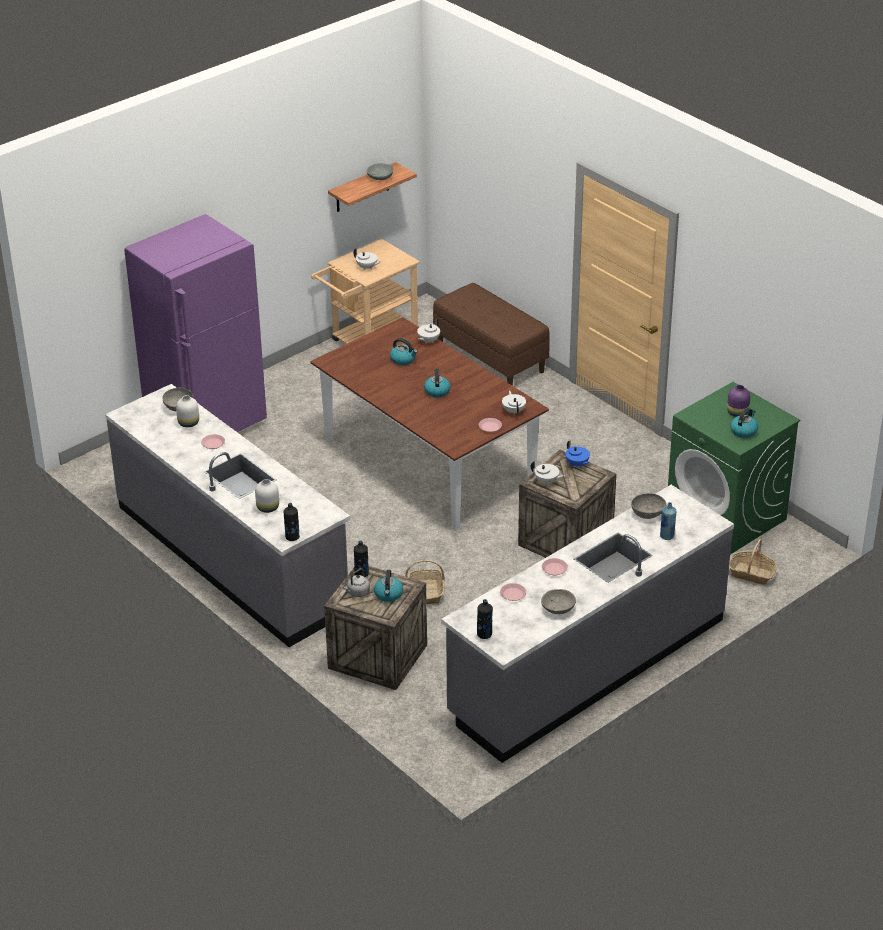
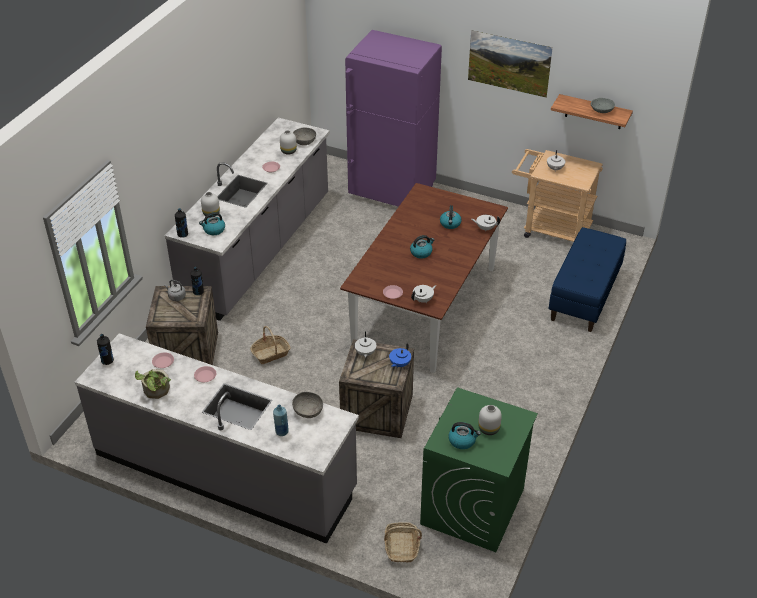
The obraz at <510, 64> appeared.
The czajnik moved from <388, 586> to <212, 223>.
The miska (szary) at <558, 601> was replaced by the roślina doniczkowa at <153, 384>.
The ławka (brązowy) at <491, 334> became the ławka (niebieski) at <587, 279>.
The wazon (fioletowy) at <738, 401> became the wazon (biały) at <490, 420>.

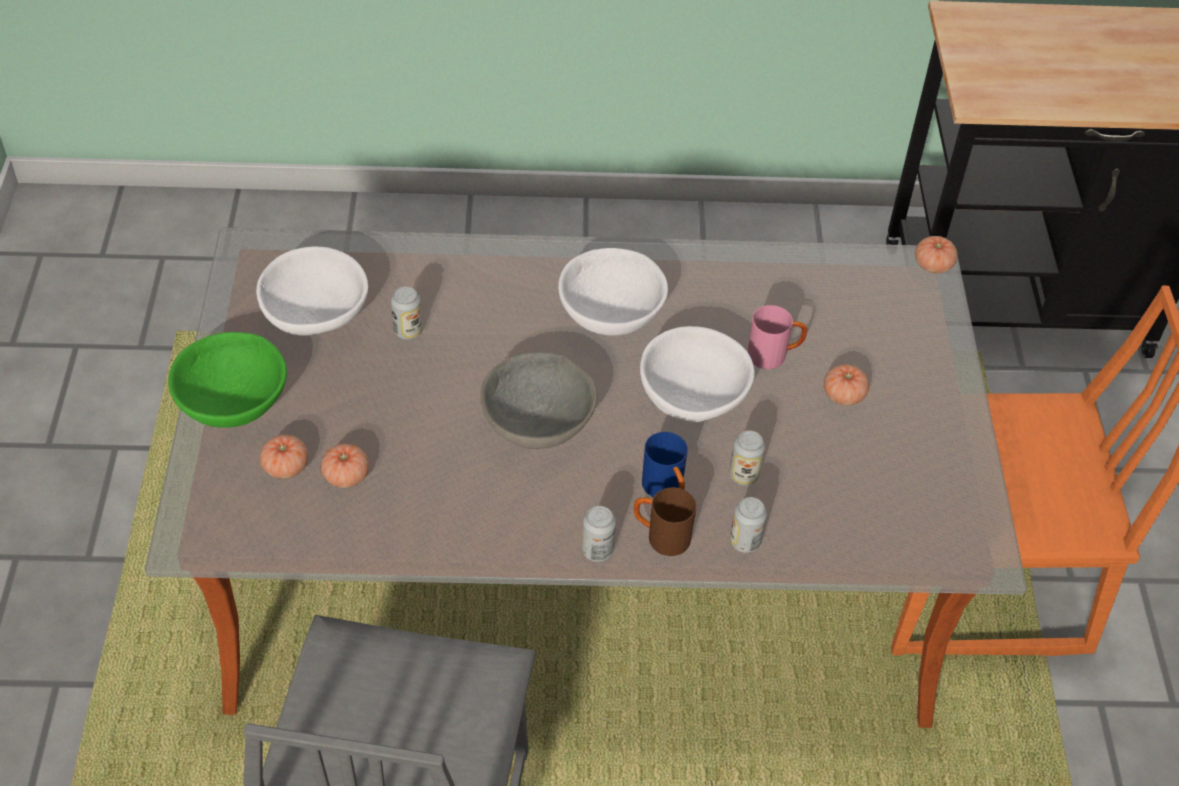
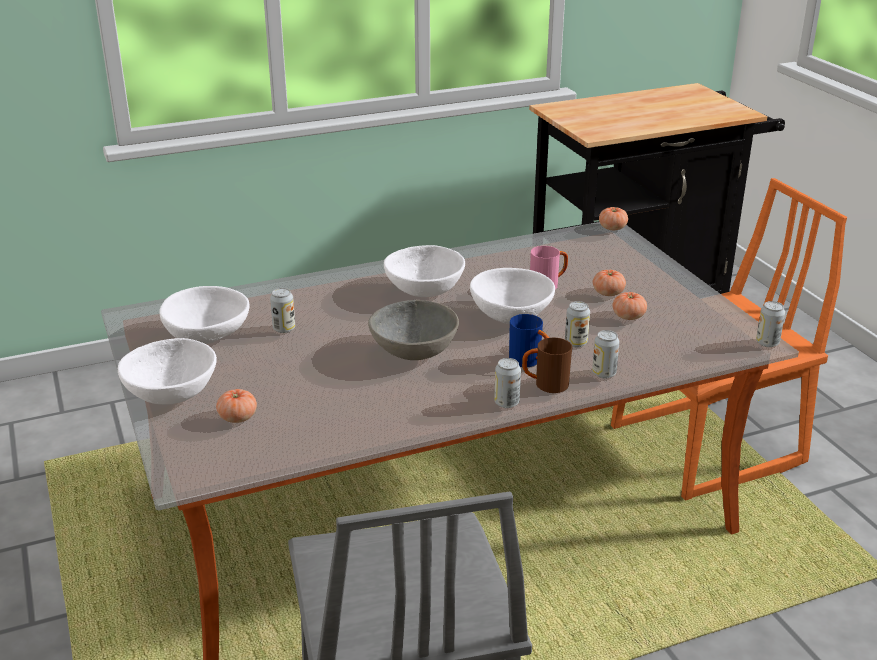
The puszka at <770, 324> appeared.
The pomidor moved from <345, 466> to <629, 306>.
The miska (zielony) at <227, 380> became the miska (biały) at <167, 371>.

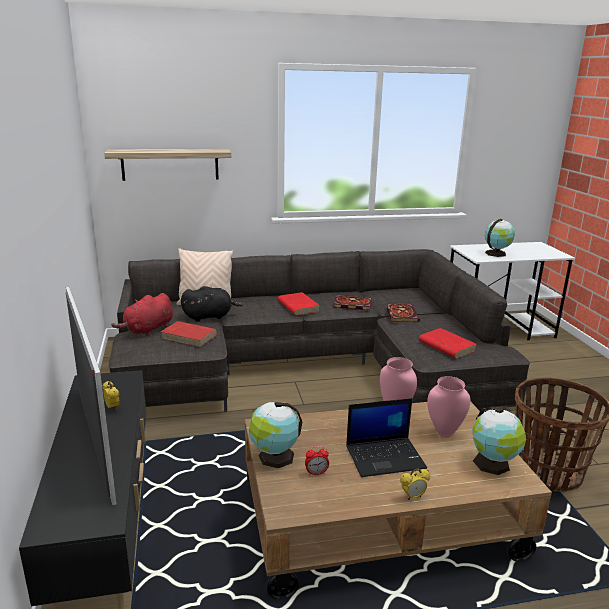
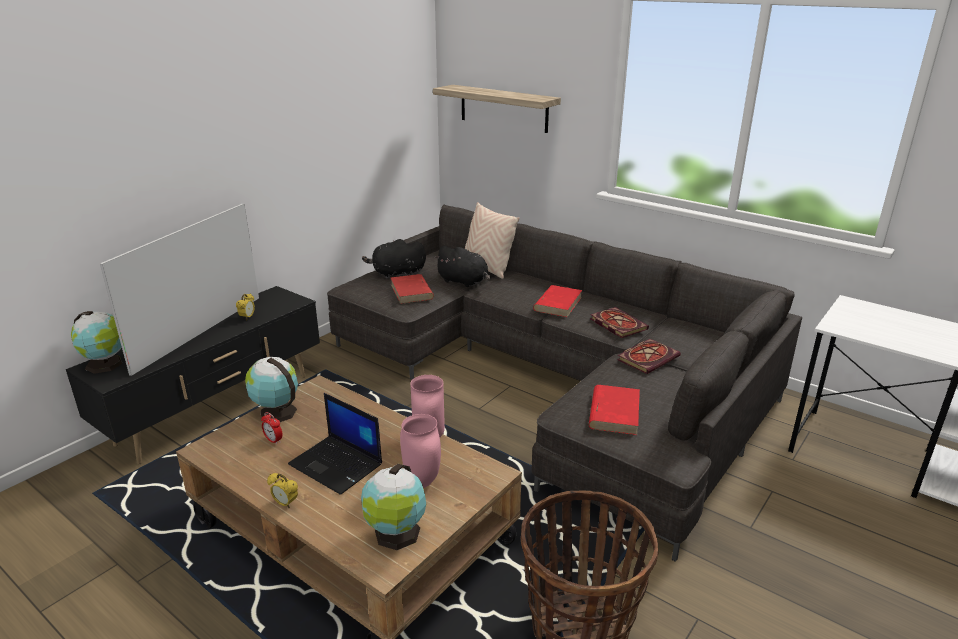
The globus moved from <500, 238> to <97, 342>.
The pluszak (czerwony) at <142, 314> became the pluszak (czarny) at <394, 259>.

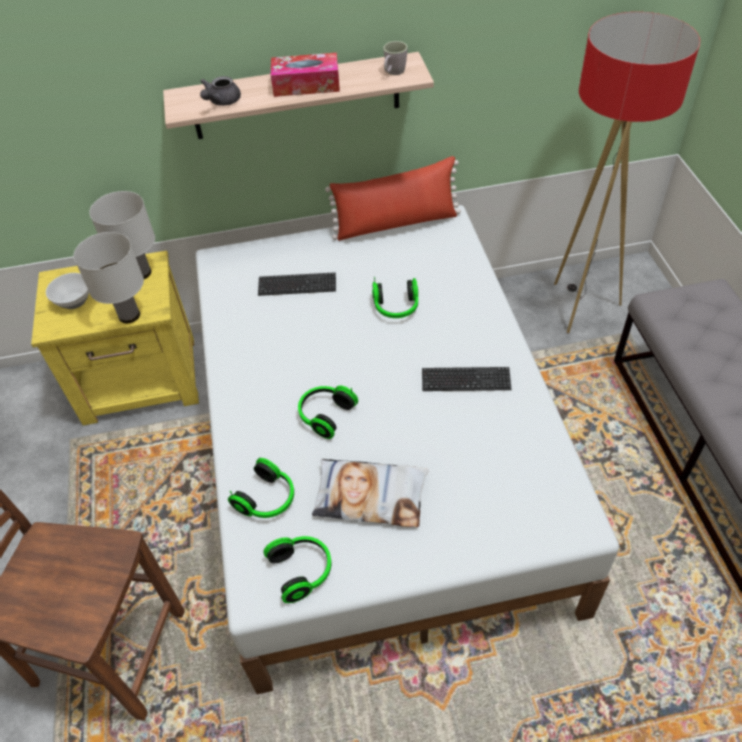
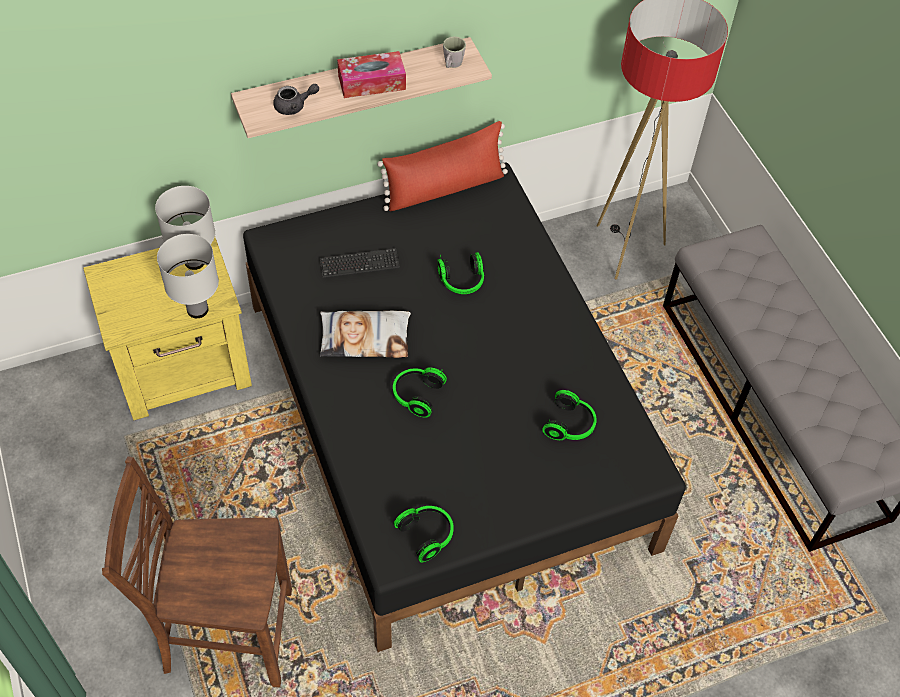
The miska at <67, 291> disappeared.
The klawiatura at <467, 379> disappeared.
The słuchawki moved from <261, 488> to <569, 415>.
The poduszka moved from <370, 493> to <365, 334>.
The łóżko (biały) at <407, 449> became the łóżko (czarny) at <464, 407>.
The imbryk (szary) at <220, 91> turned 120 degrees counterclockwise.

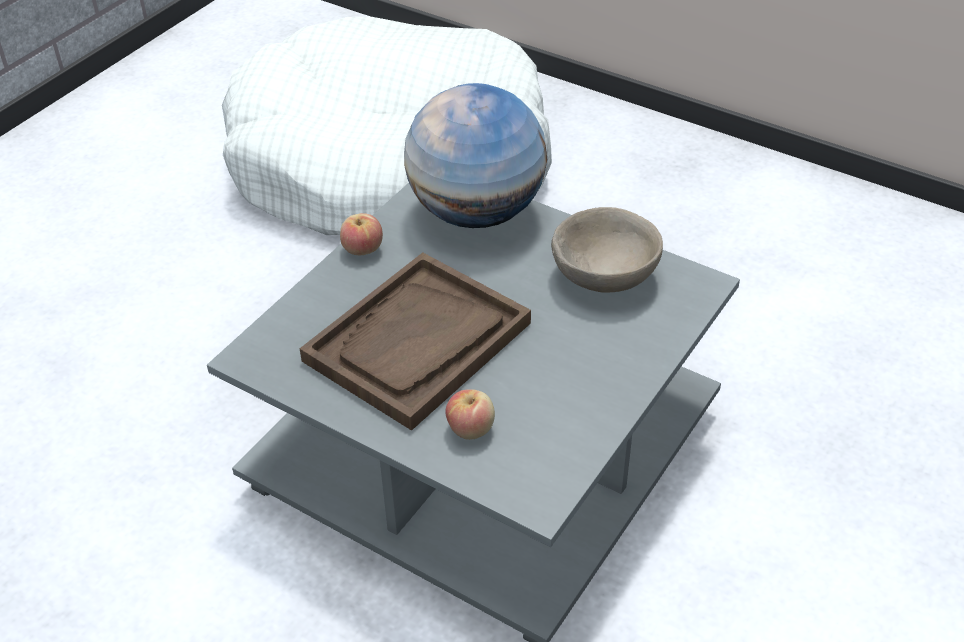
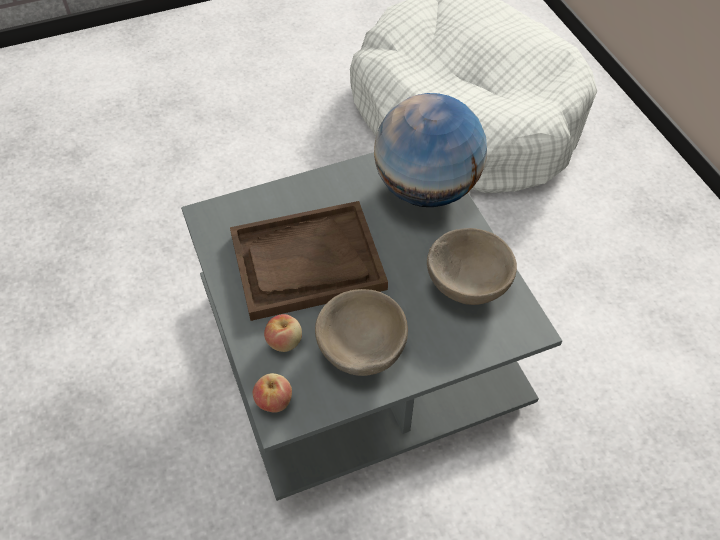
The miska (beżowy) at <361, 332> appeared.
The jabłko moved from <361, 234> to <272, 393>.

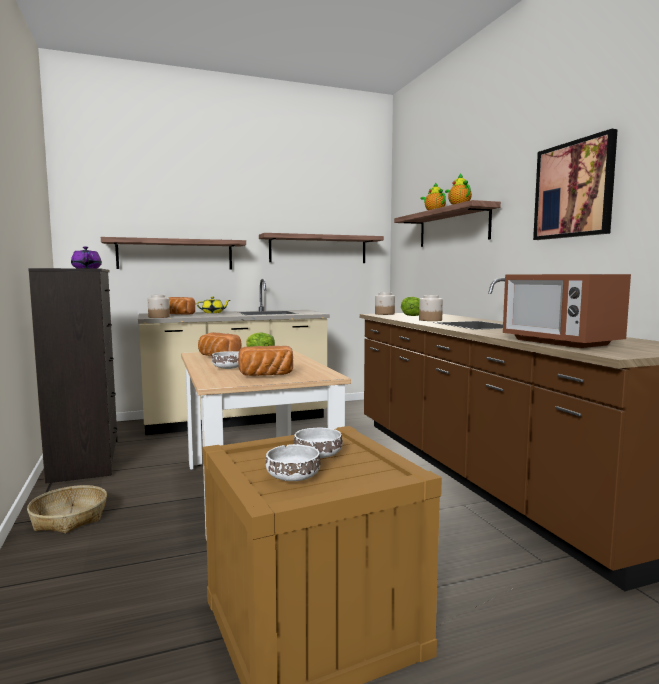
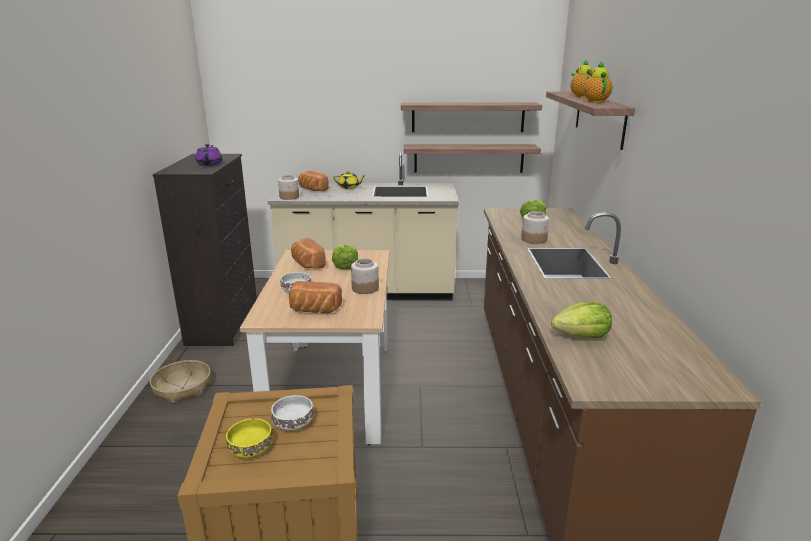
The obraz at <575, 184> disappeared.
The półka moved from <173, 253> to <472, 158>.
The słoik moved from <385, 303> to <365, 276>.
The mikrofalówka at <567, 311> was replaced by the sałata at <581, 320>.
The miska (biały) at <293, 462> became the miska (żółty) at <249, 438>.

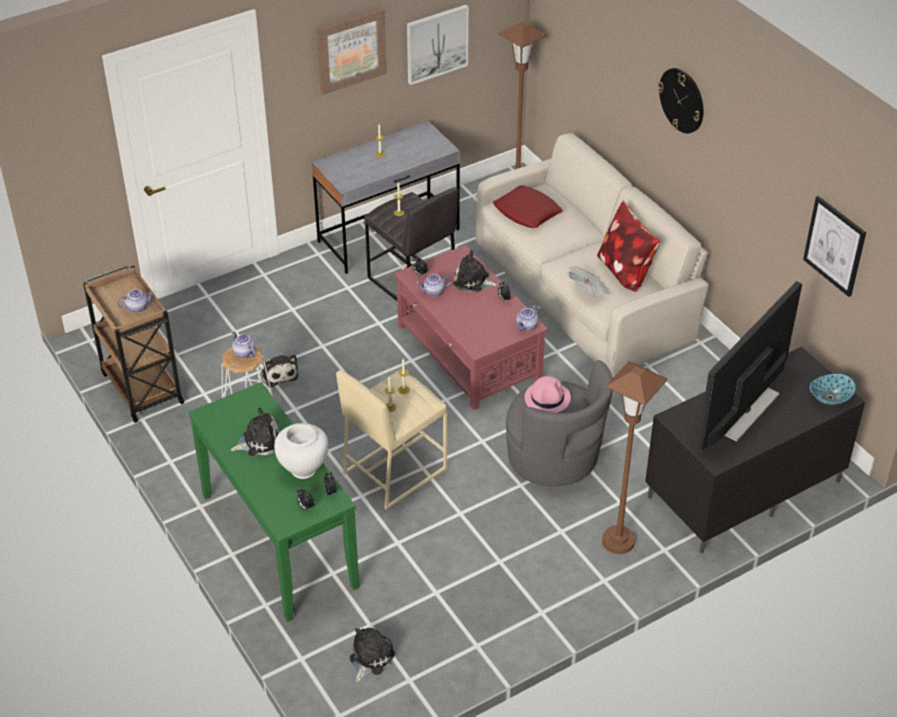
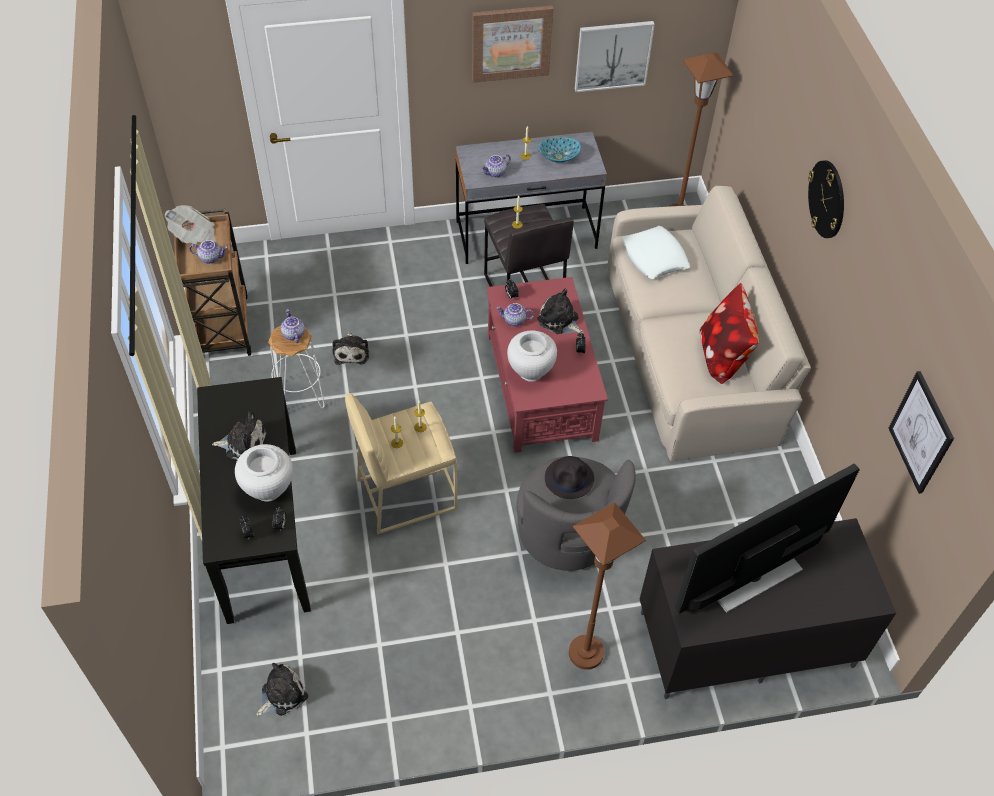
The wazon (biały) at <532, 356> appeared.
The imbryk moved from <527, 318> to <496, 166>.
The gazeta moved from <589, 281> to <190, 225>.
The miska moved from <833, 389> to <560, 150>.
The stolik konsolowy (zielony) at <273, 502> became the stolik konsolowy (czarny) at <254, 500>.
The poduszka (czerwony) at <528, 207> became the poduszka (biały) at <656, 252>.
The kapelusz (różowy) at <548, 394> became the kapelusz (czarny) at <569, 477>.

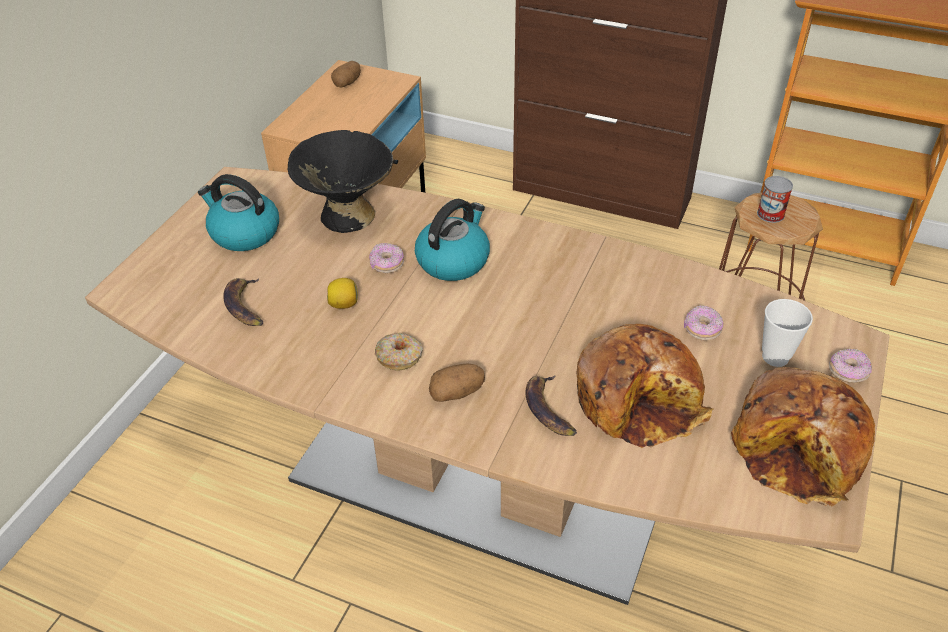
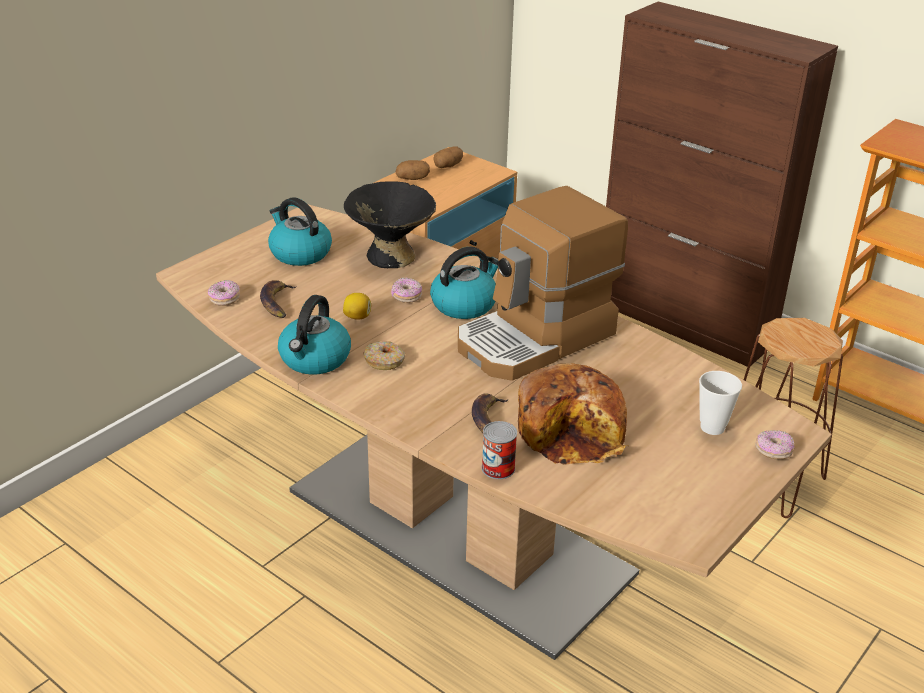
The chleb at <803, 436> disappeared.
The czajnik at <314, 335> appeared.
The ekspres do kawy at <543, 283> appeared.
The ziemniak moved from <457, 382> to <412, 170>.
The donut moved from <703, 323> to <224, 293>.
The puszka moved from <775, 199> to <499, 450>.

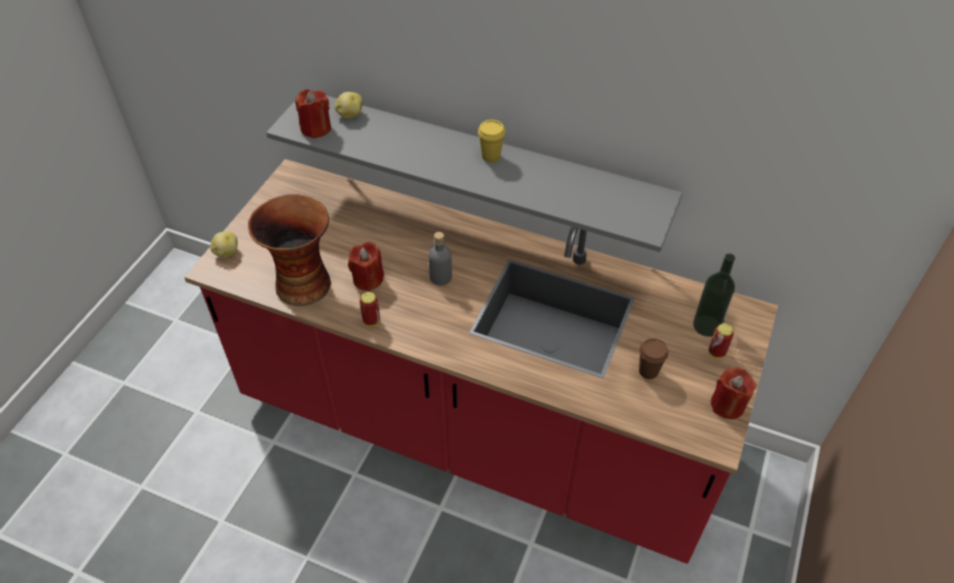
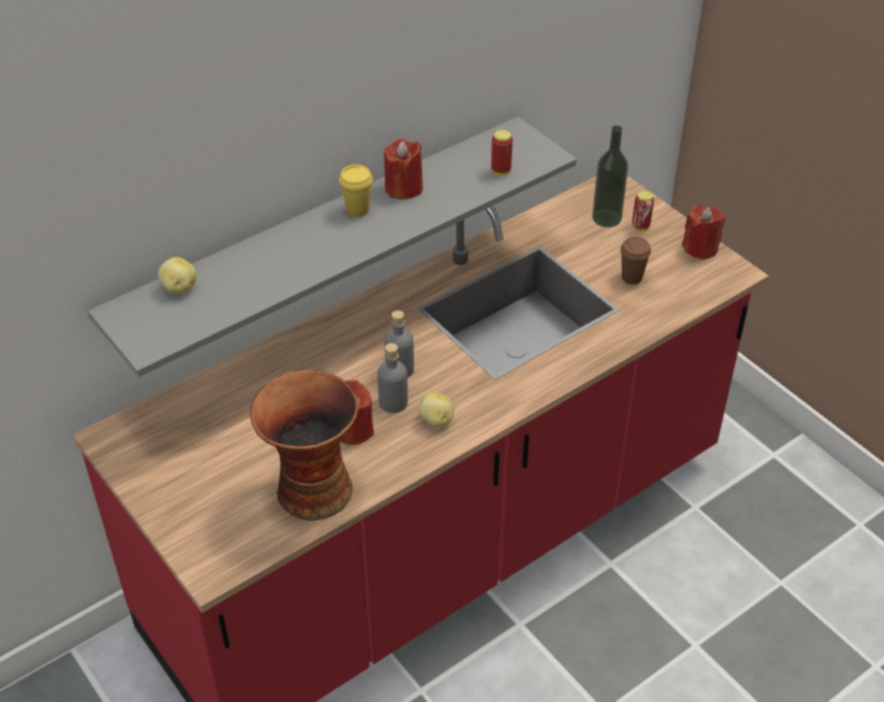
The butelka (szary) at <393, 378> appeared.
The ziemniak moved from <224, 244> to <436, 409>.
The świeca (czerwony) moved from <313, 113> to <403, 169>.
The puszka moved from <370, 309> to <502, 152>.

